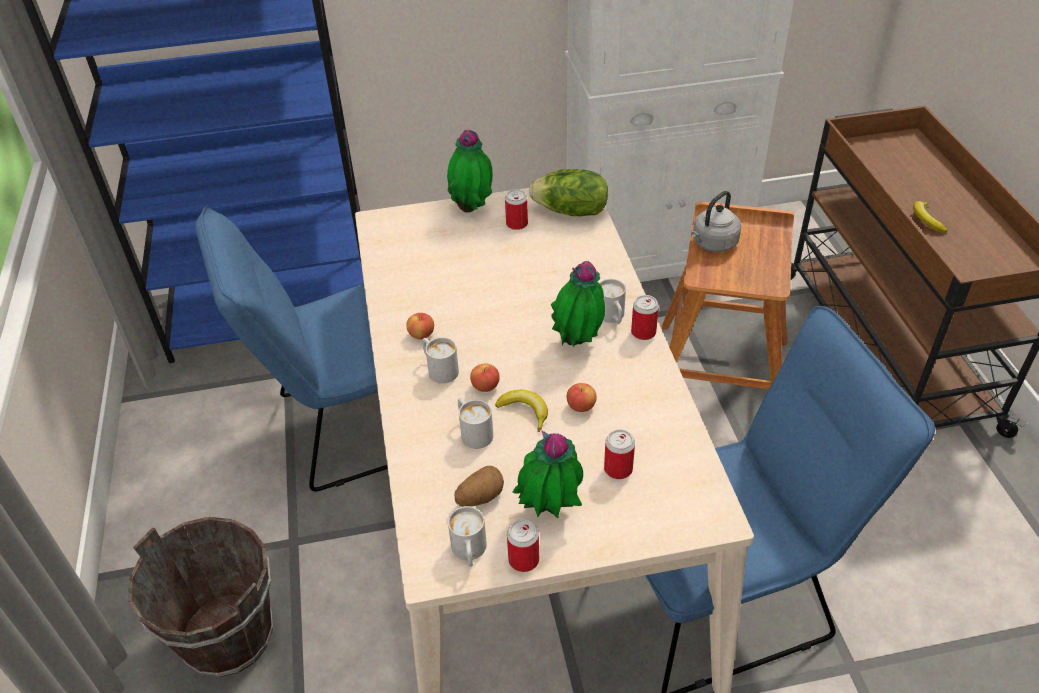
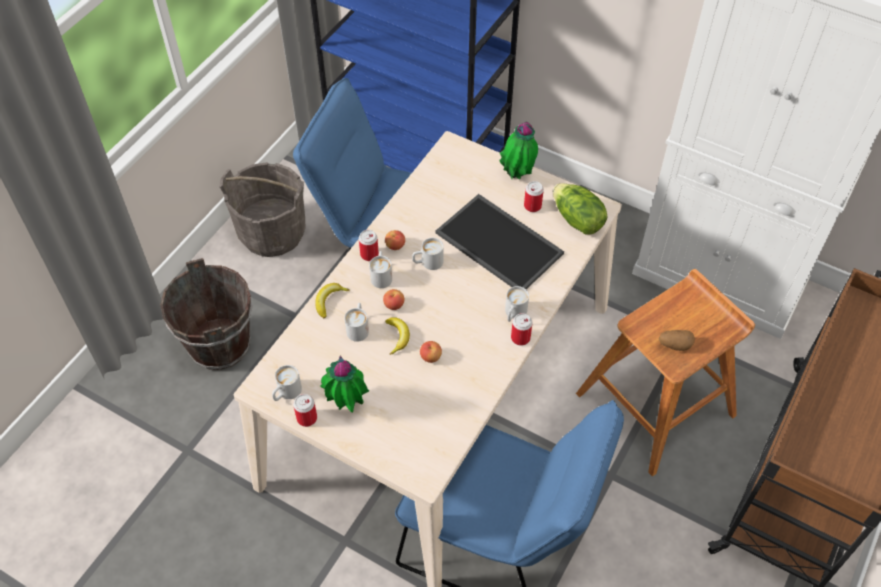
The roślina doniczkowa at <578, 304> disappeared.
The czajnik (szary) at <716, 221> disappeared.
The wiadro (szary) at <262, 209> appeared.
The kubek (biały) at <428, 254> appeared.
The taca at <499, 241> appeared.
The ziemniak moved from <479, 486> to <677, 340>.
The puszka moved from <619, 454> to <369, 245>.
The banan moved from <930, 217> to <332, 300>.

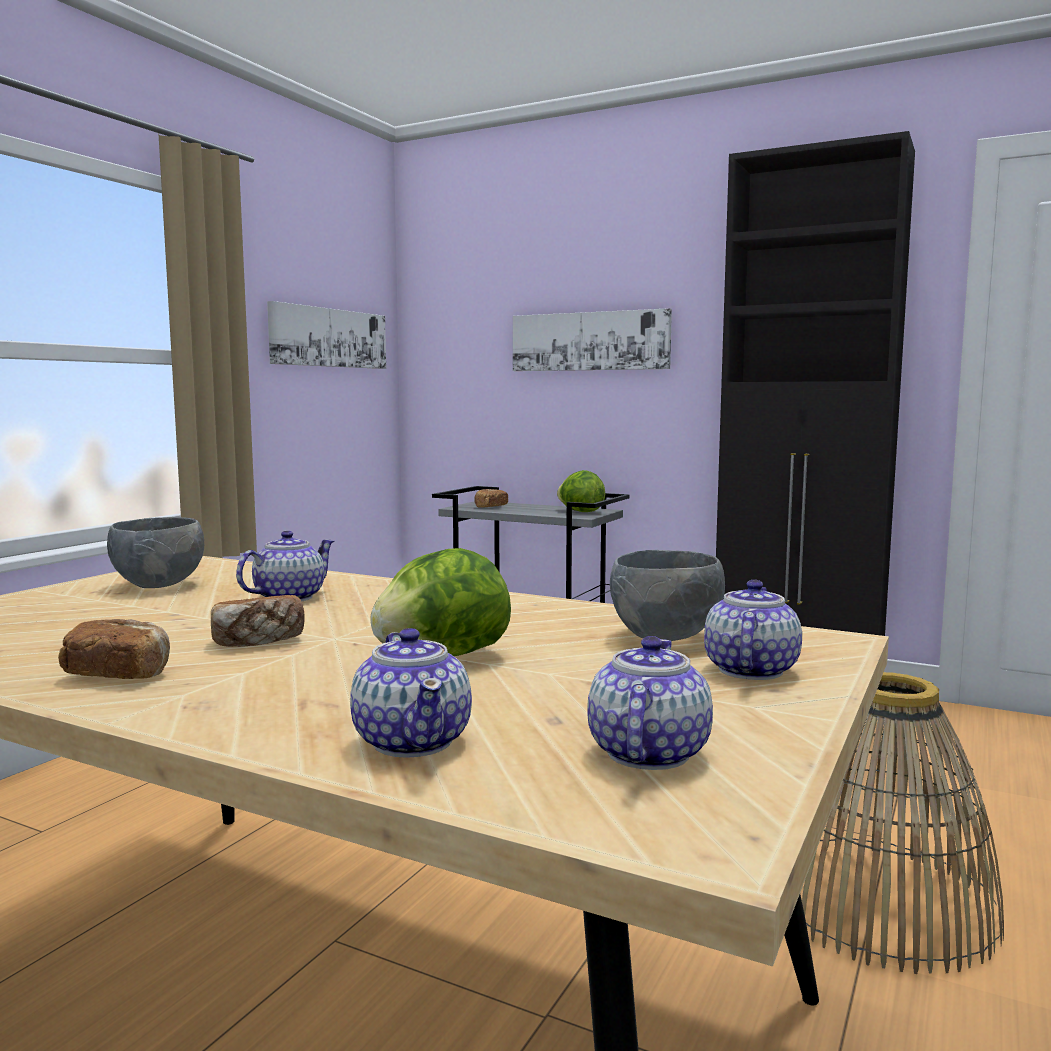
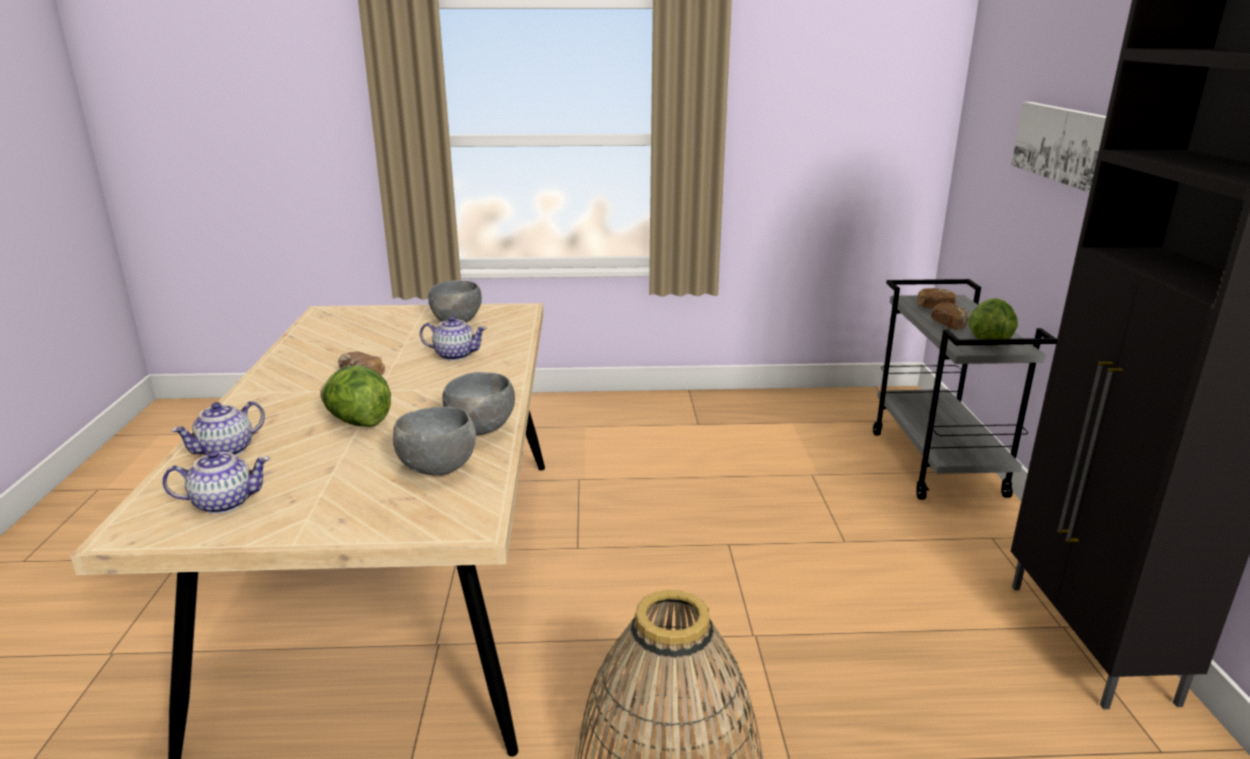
The obraz at <326, 335> disappeared.
The imbryk at <753, 630> disappeared.
The miska (szary) at <478, 403> appeared.
The chleb moved from <114, 649> to <950, 316>.

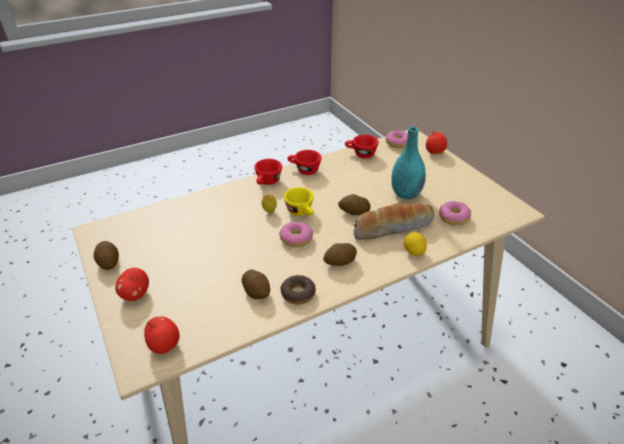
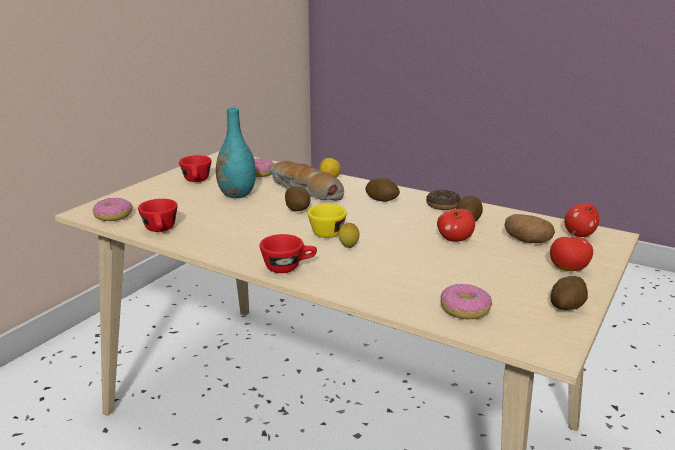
The ziemniak at <529, 228> appeared.
The donut moved from <296, 234> to <466, 301>.
The filiżanka (czerwony) moved from <304, 162> to <195, 168>.
The jabłko moved from <436, 142> to <456, 225>.

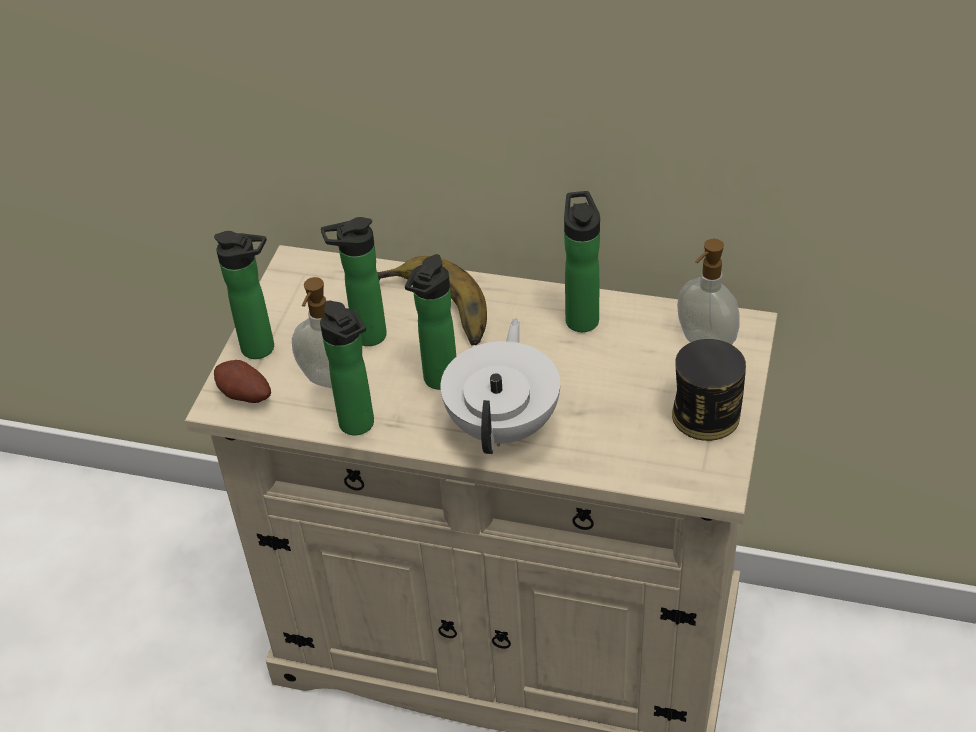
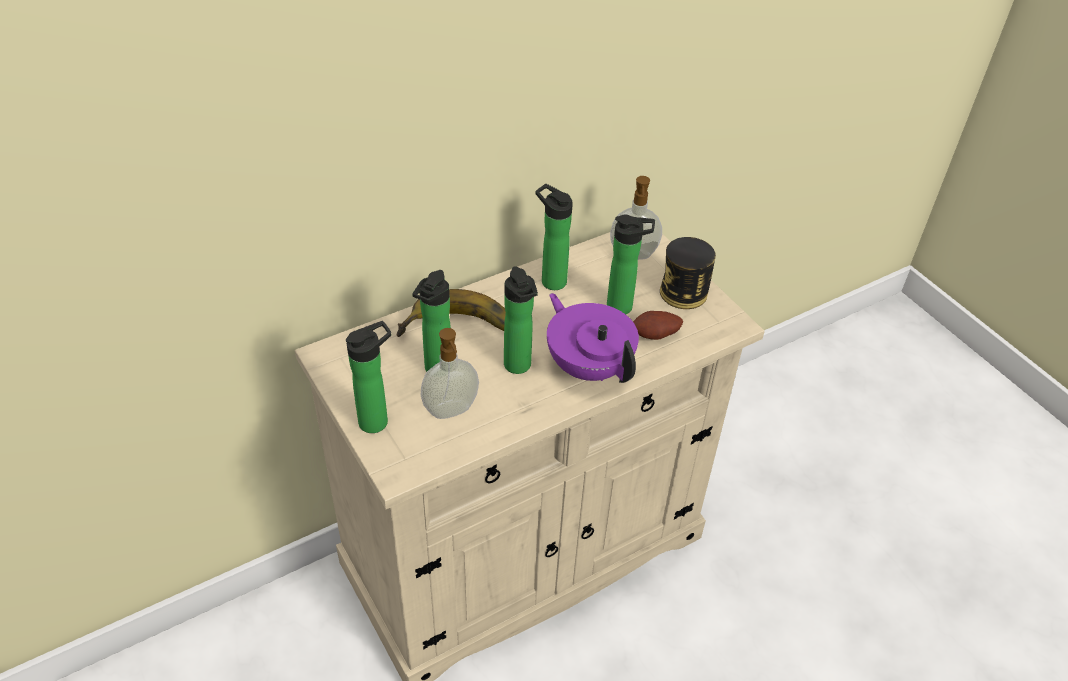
The ziemniak moved from <242, 381> to <658, 325>.
The butelka moved from <347, 368> to <631, 264>.
The imbryk (biały) at <500, 386> became the imbryk (fioletowy) at <593, 338>.

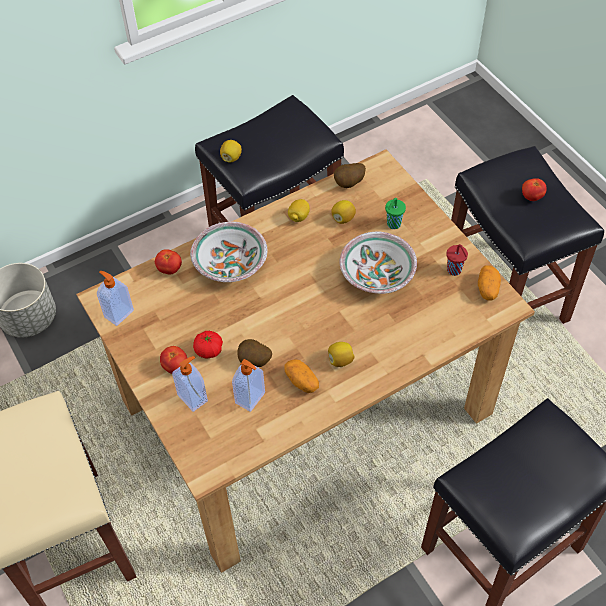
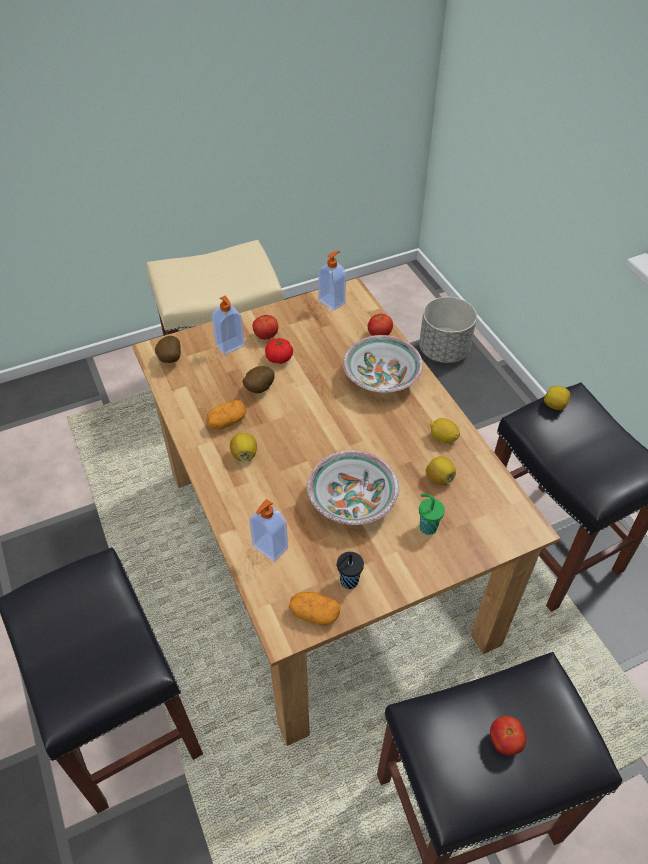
The dozownik mydła moved from <248, 385> to <268, 530>.
The ziemniak moved from <350, 175> to <168, 349>.
The filiżanka (czerwony) at <457, 260> became the filiżanka (czarny) at <350, 570>.

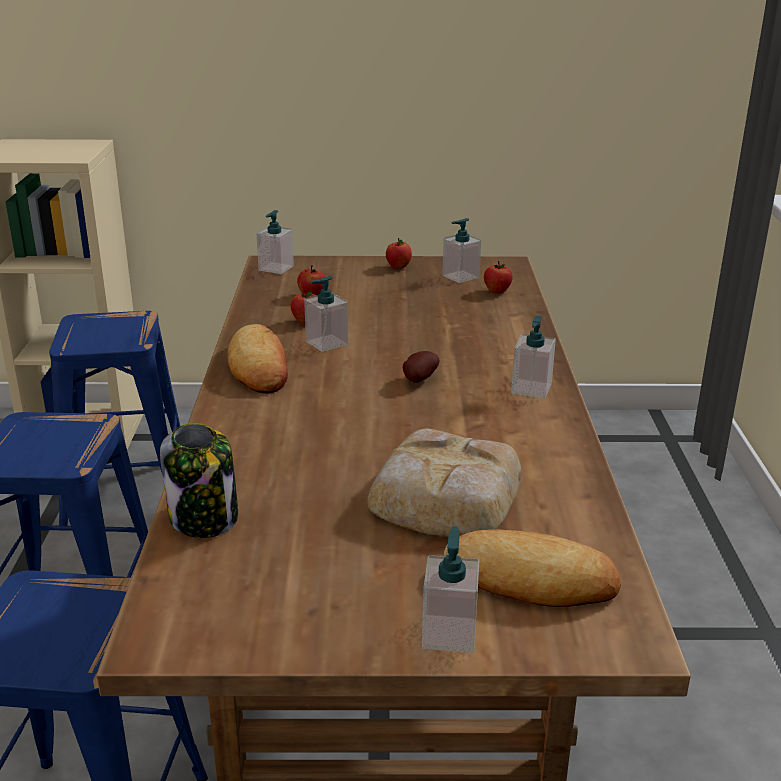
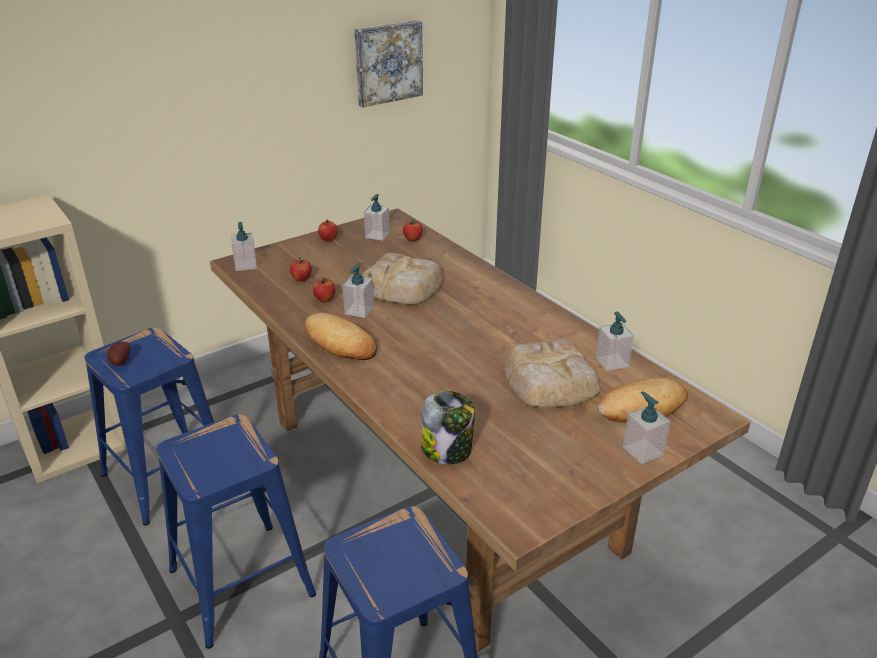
The obraz at <388, 63> appeared.
The chleb at <402, 279> appeared.
The ziemniak moved from <421, 367> to <119, 354>.
The dozownik mydła moved from <533, 357> to <615, 341>.

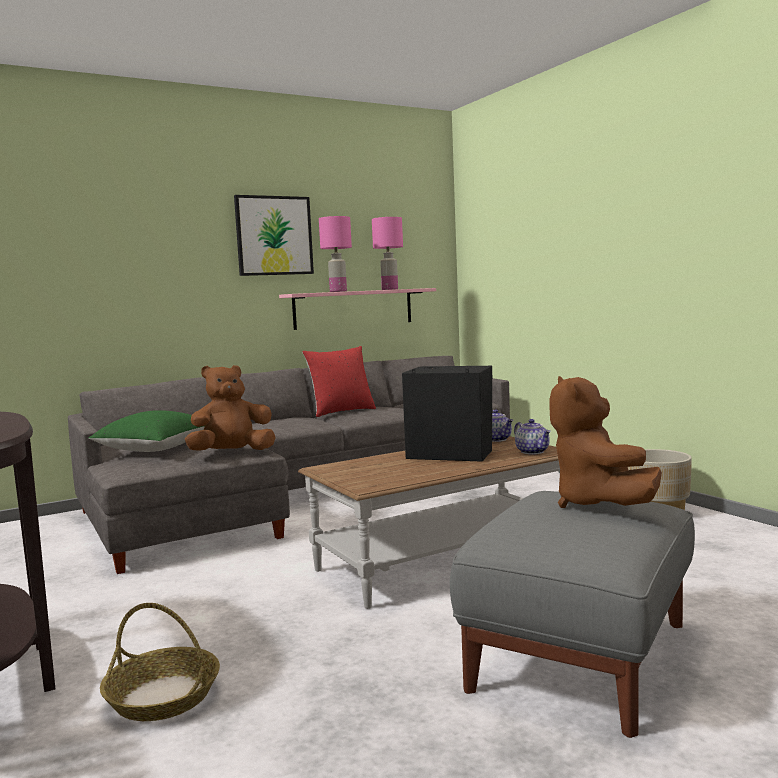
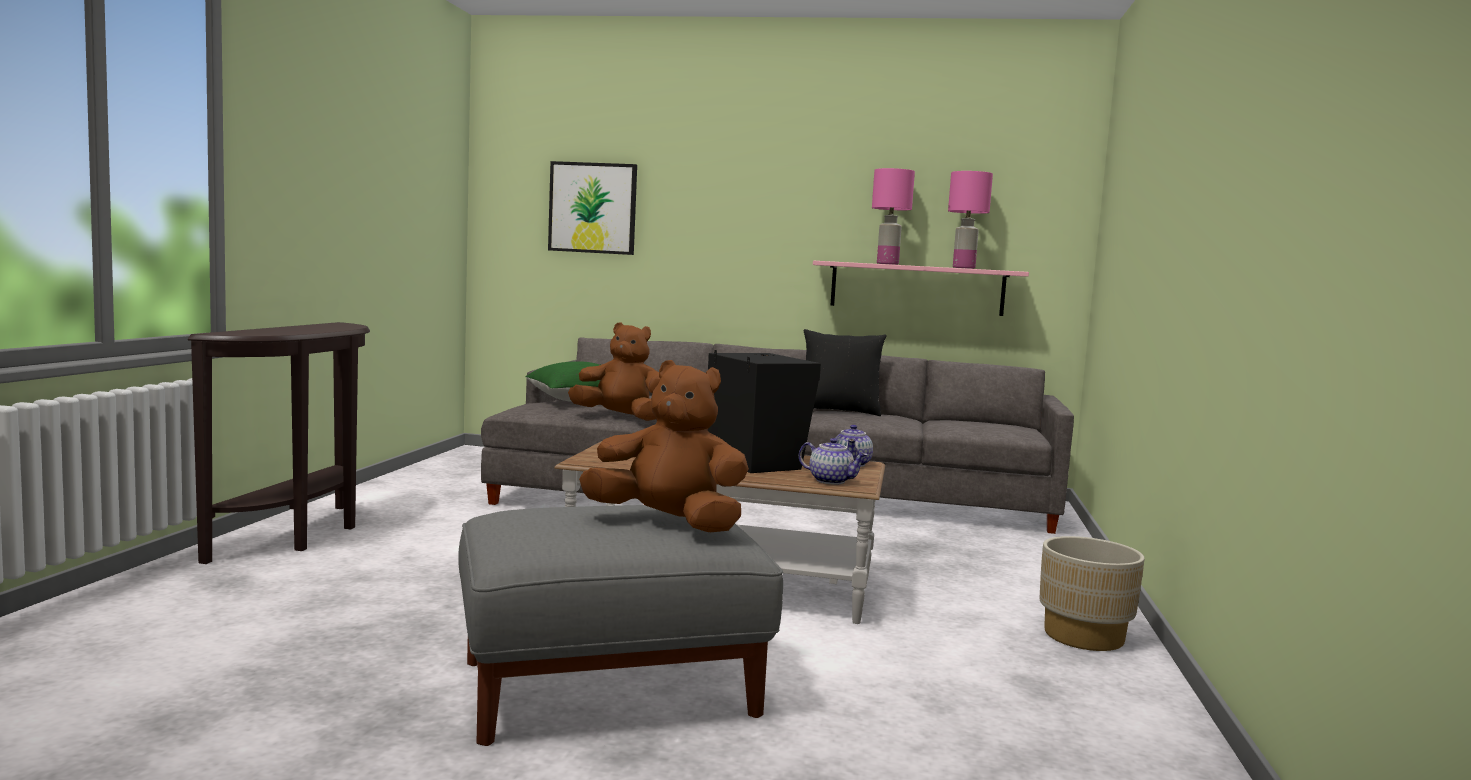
The koszyk at <160, 662> disappeared.
The obraz moved from <274, 235> to <592, 208>.
The poduszka (czerwony) at <339, 381> became the poduszka (czarny) at <845, 372>.
The imbryk at <532, 436> turned 75 degrees counterclockwise.
The pluszak (brązowy) at <606, 442> turned 75 degrees clockwise.

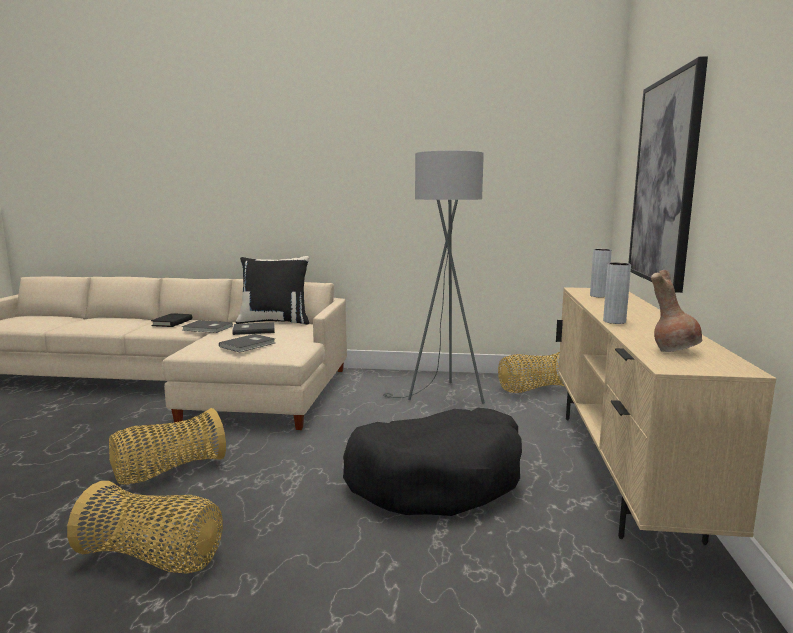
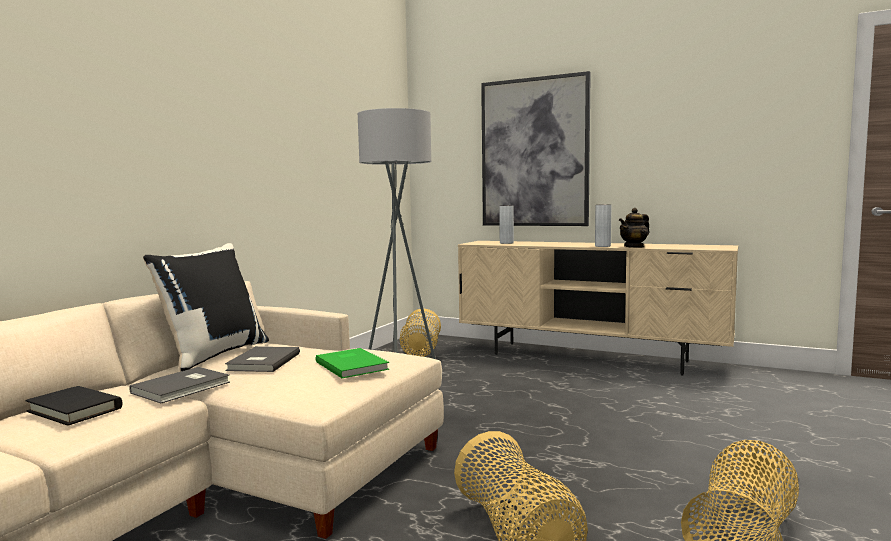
The legowisko (czarny) at <432, 462> disappeared.
The wazon (brązowy) at <676, 311> disappeared.
The imbryk at <634, 228> appeared.
The książka (szary) at <247, 343> became the książka (zielony) at <352, 363>.

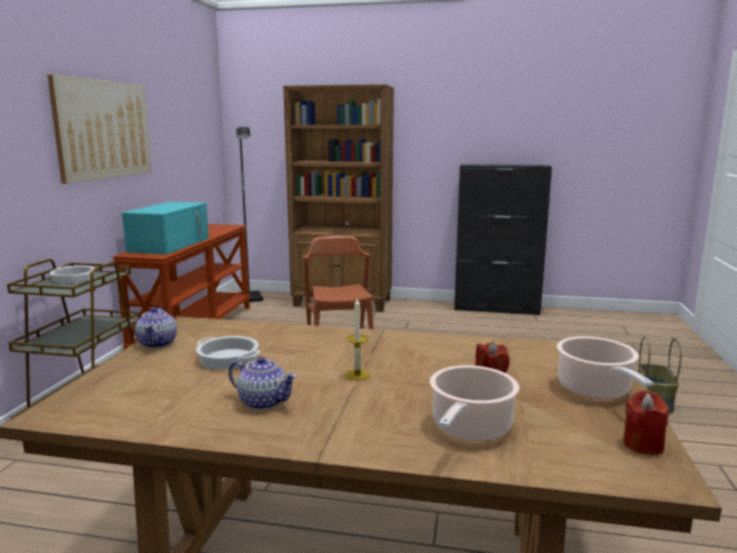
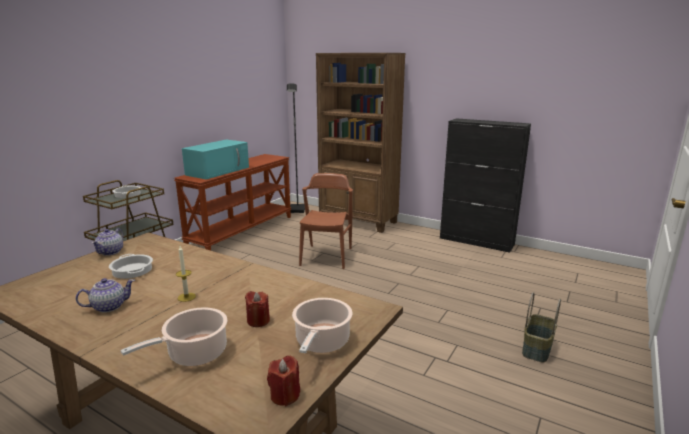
The obraz at <99, 129> disappeared.
The imbryk at <262, 383> turned 75 degrees counterclockwise.

